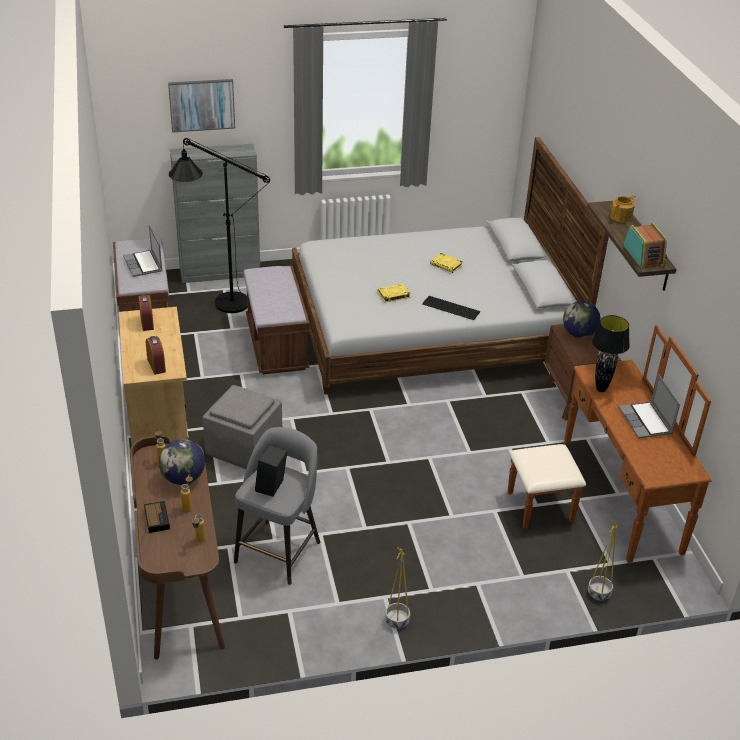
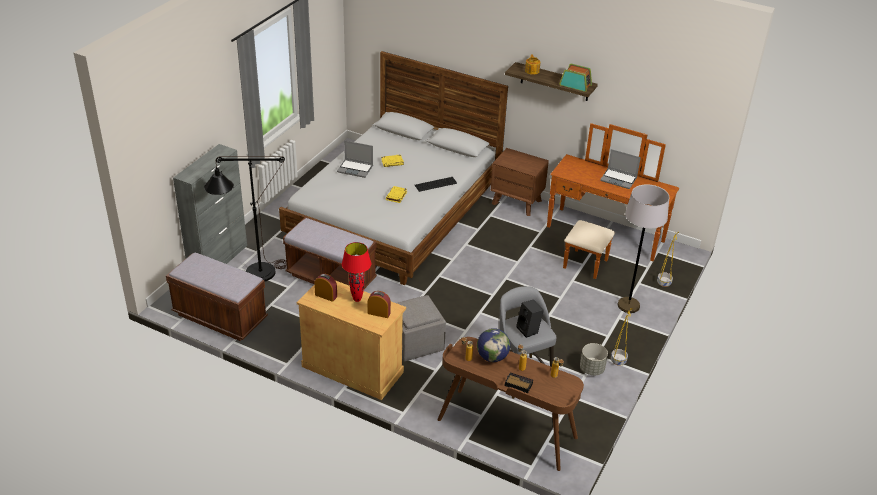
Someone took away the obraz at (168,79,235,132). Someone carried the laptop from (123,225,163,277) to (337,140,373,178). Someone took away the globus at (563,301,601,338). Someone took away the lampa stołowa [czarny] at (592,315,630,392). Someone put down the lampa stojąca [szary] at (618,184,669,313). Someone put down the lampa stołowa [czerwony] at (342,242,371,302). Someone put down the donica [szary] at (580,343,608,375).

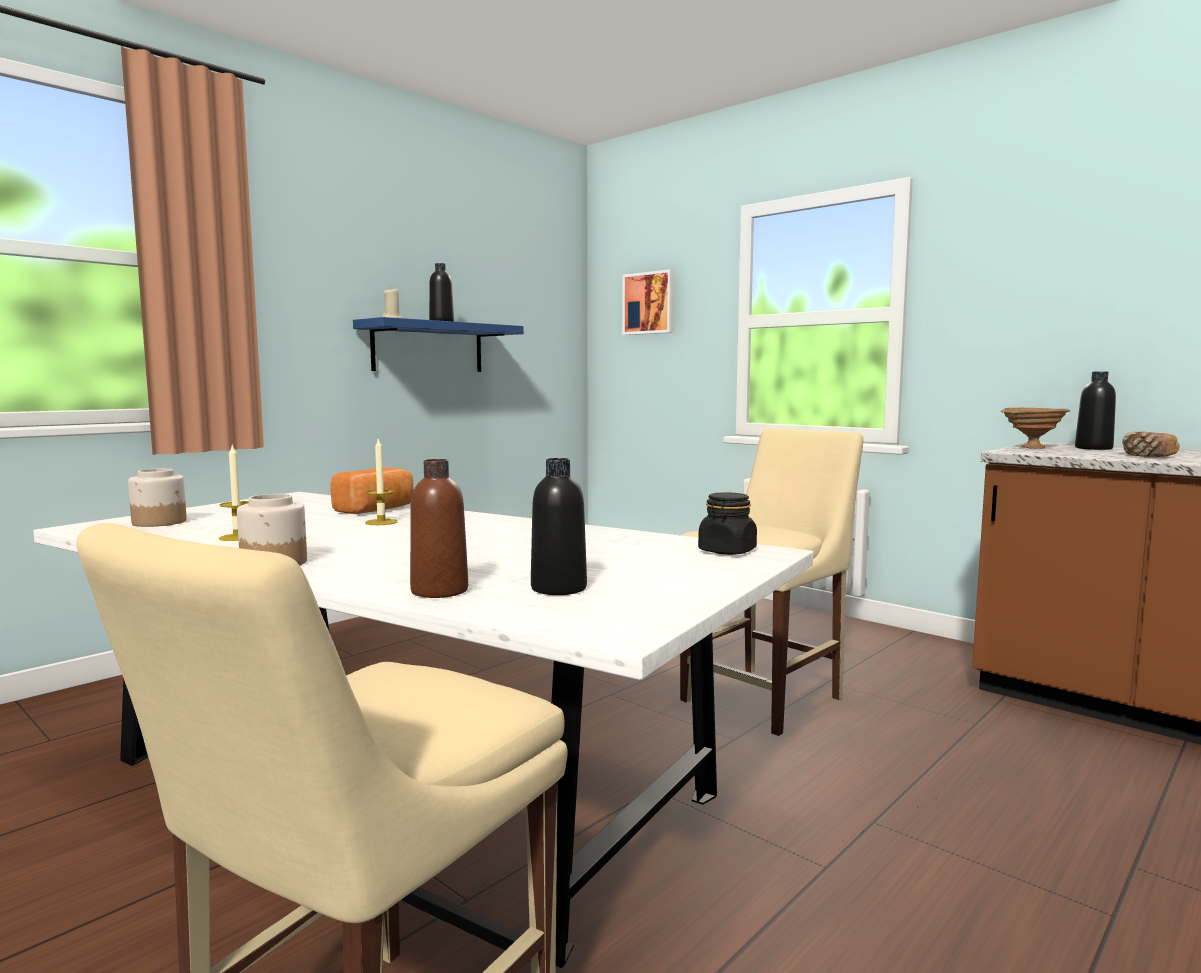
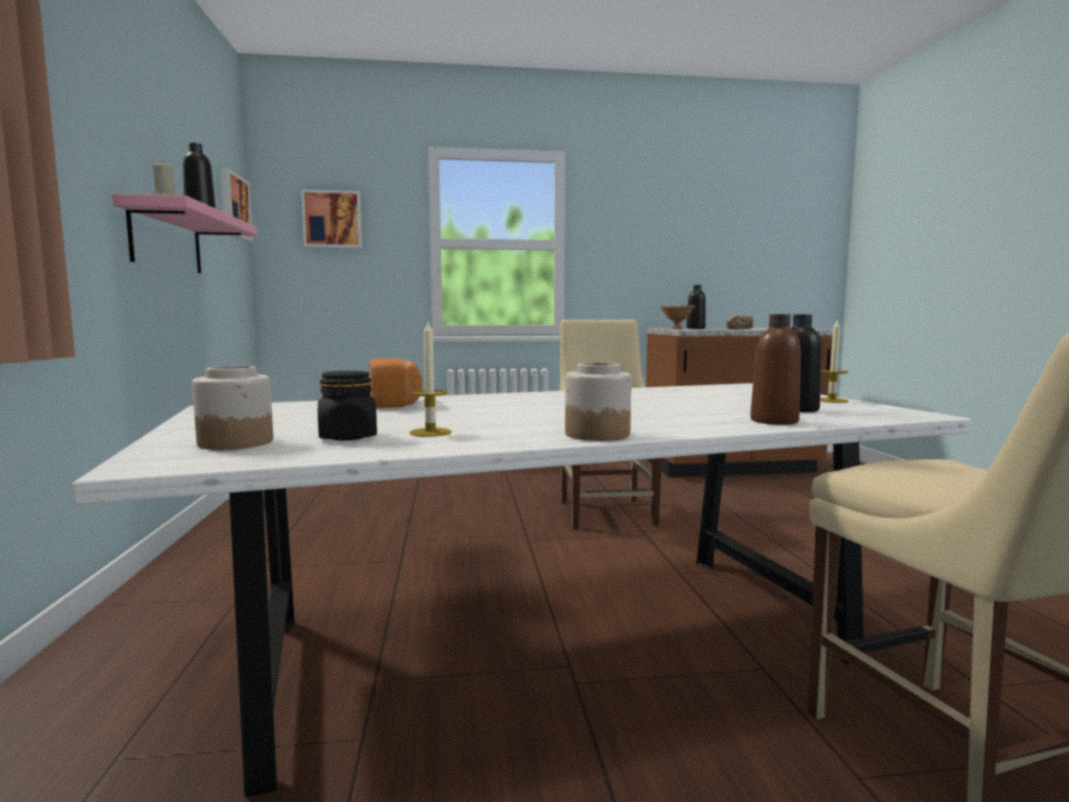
Someone repainted the półka [niebieski] at (353,317,524,372), which became the półka [różowy] at (112,194,257,273). Someone carried the świeca from (365,437,398,525) to (820,318,849,403). Someone carried the słoik [czarny] from (698,493,757,555) to (318,371,377,440). Someone put up the obraz at (220,169,253,241).

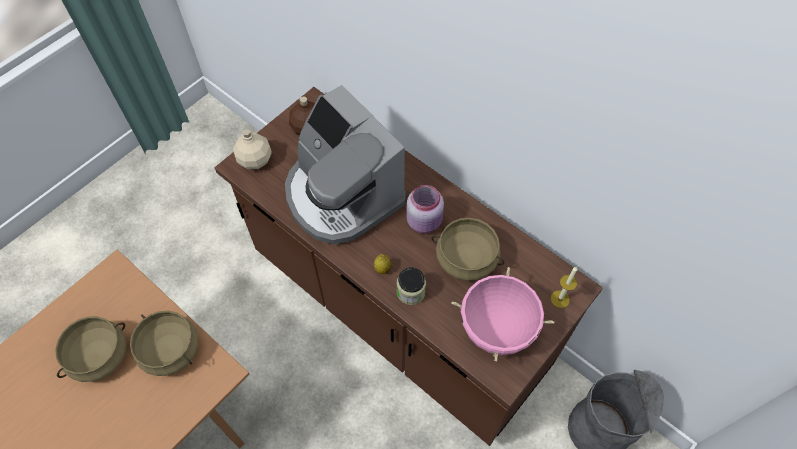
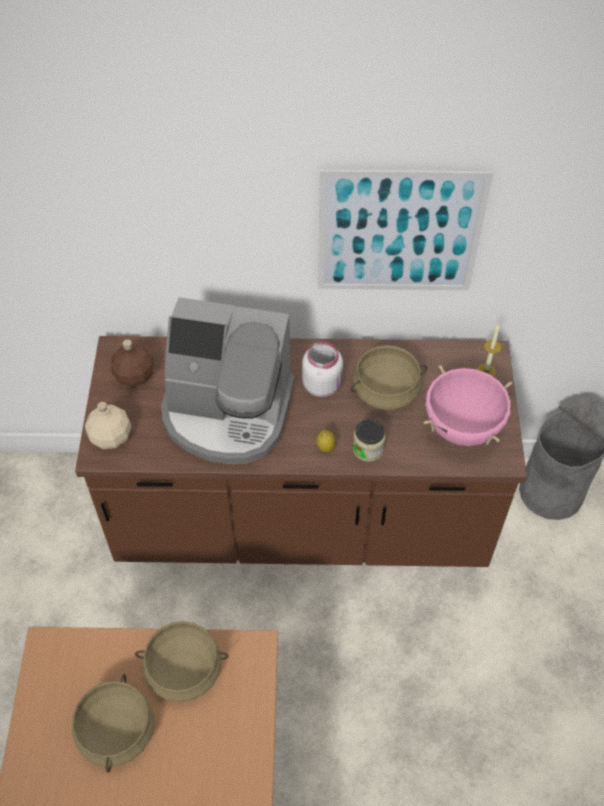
Someone repainted the słoik [różowy] at (406,185,444,234), which became the słoik [biały] at (302,342,343,397). Someone put up the obraz at (318,170,493,290).

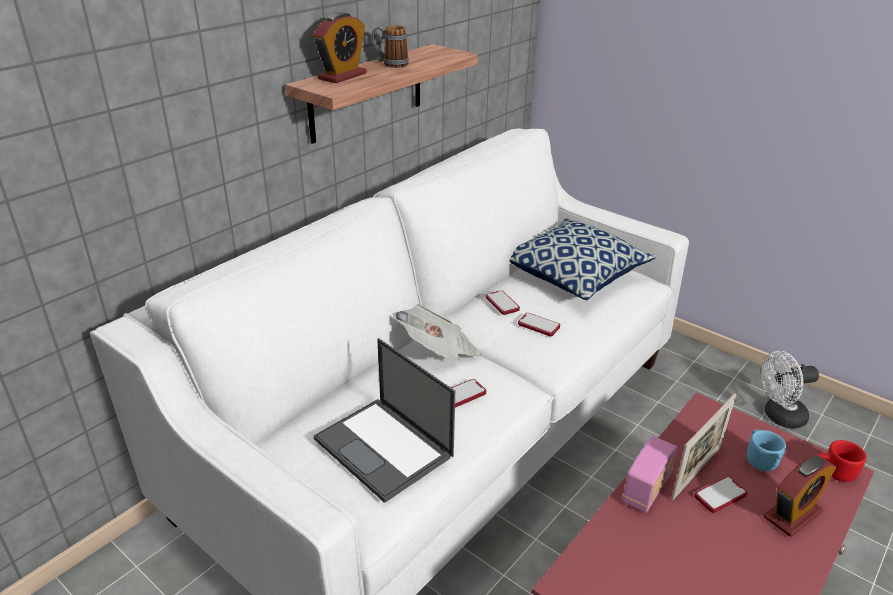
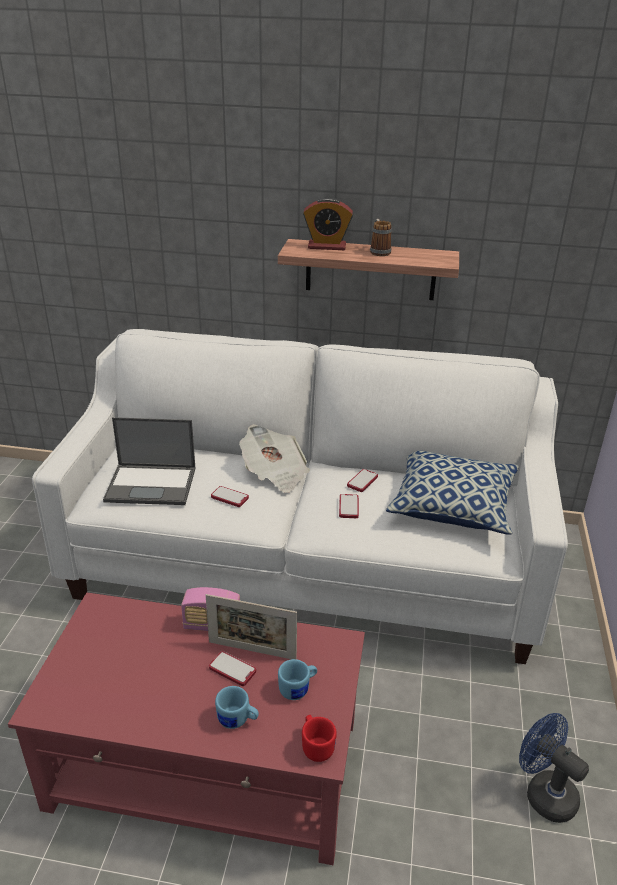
Someone rotated the laptop at (313,338,455,503) by 105 degrees counterclockwise. Someone repainted the wentylator [biały] at (761,351,819,428), which became the wentylator [niebieski] at (519,713,589,823). Someone swapped the budzik at (763,455,836,537) for the kubek [niebieski] at (215,686,259,729).

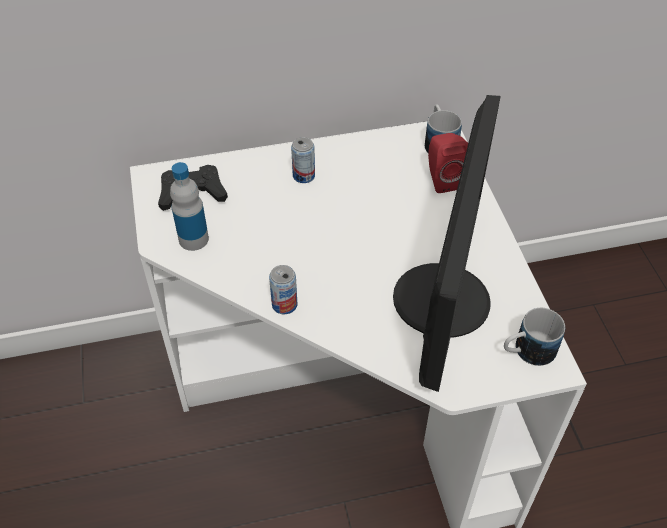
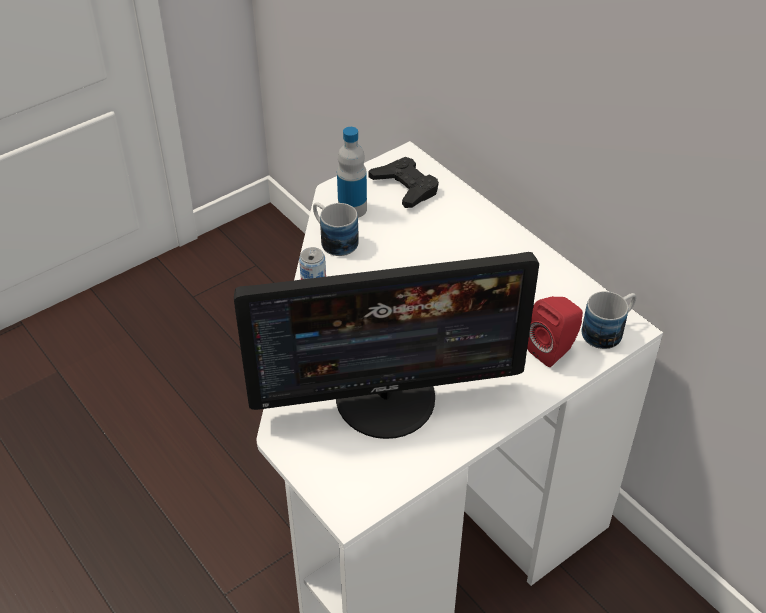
Someone took away the puszka at (291,137,315,183). Someone carried the kubek from (504,308,565,366) to (313,202,359,256).

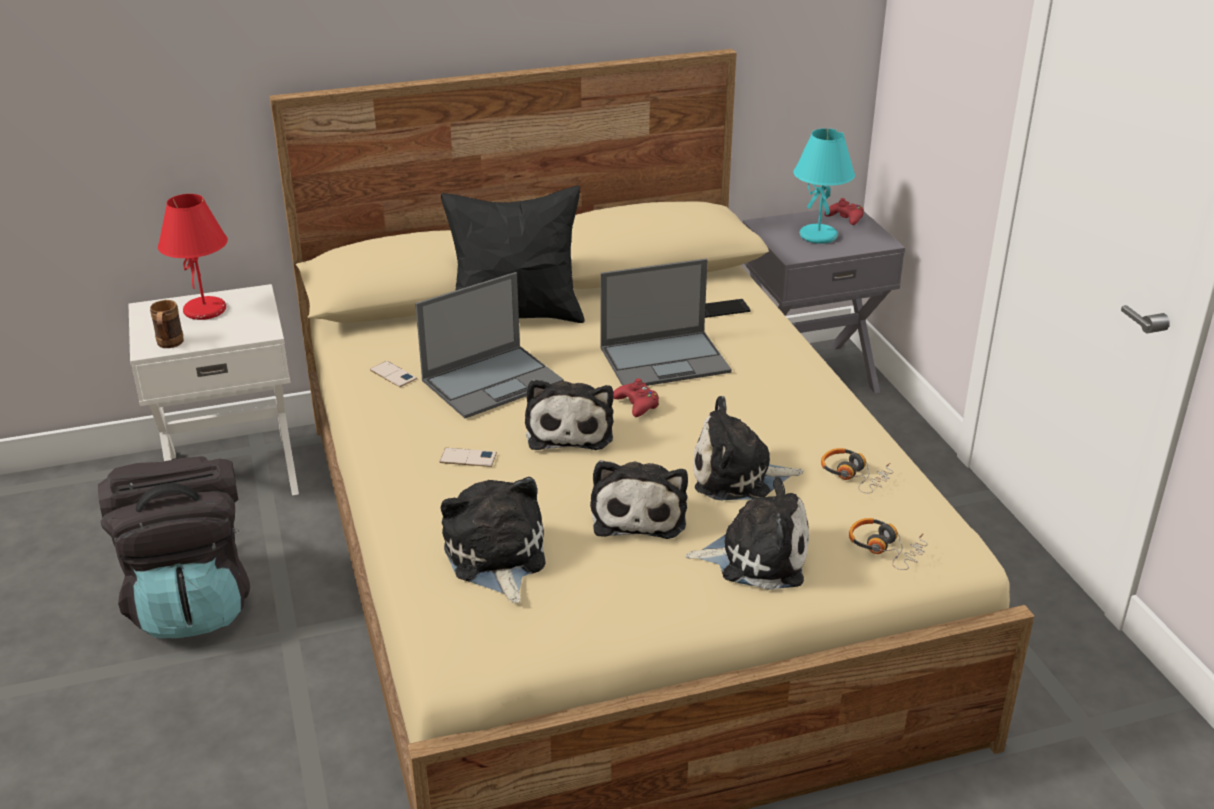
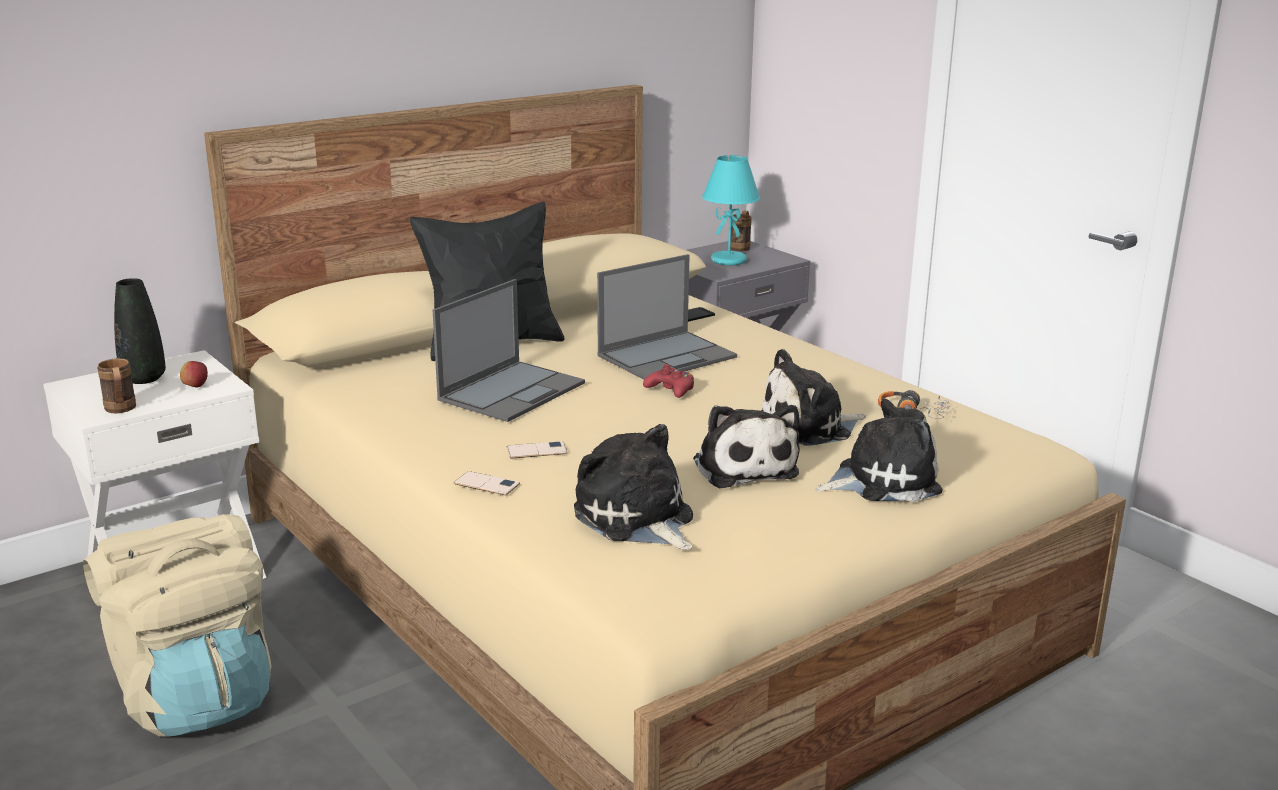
Someone swapped the lampa stołowa [czerwony] at (158,194,228,320) for the wazon [czarny] at (114,278,166,384). Someone swapped the pad do gier [czerwony] at (824,198,864,225) for the kubek [brązowy] at (730,211,752,251). Someone carried the telefon from (370,361,417,387) to (454,471,520,495). Someone took away the pluszak at (525,379,614,450). Someone repainted the plecak [czarny] at (98,456,250,638), which became the plecak [beżowy] at (83,514,272,737). Someone took away the słuchawki at (849,518,928,570). Someone put down the jabłko at (180,361,208,388).

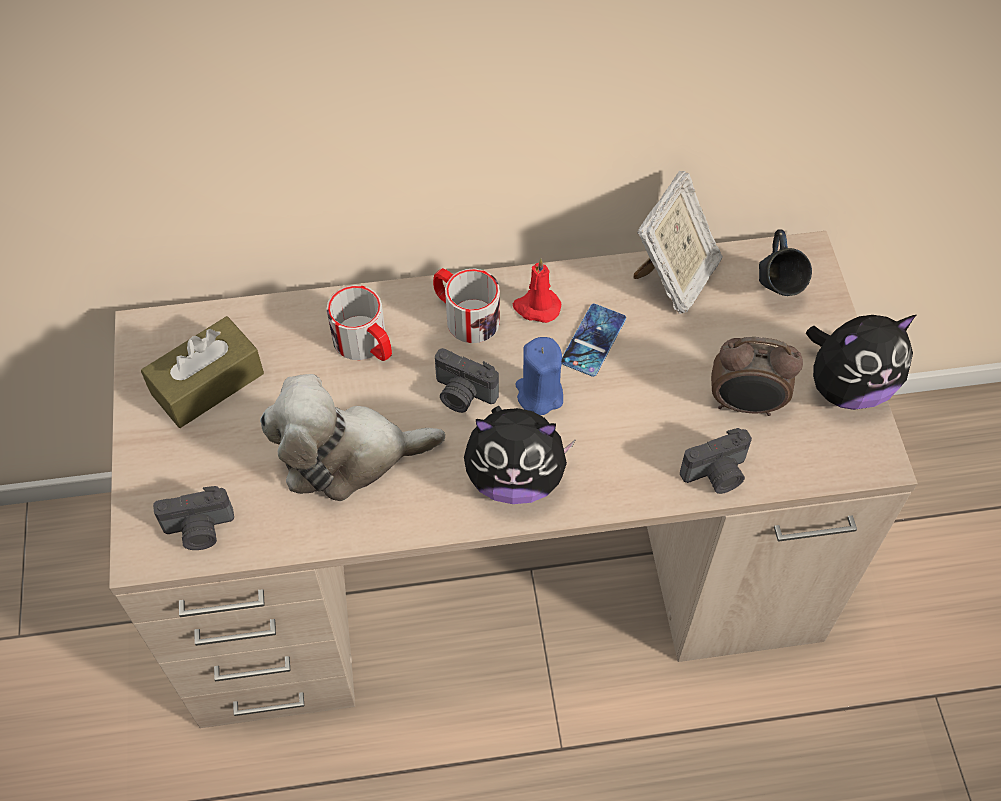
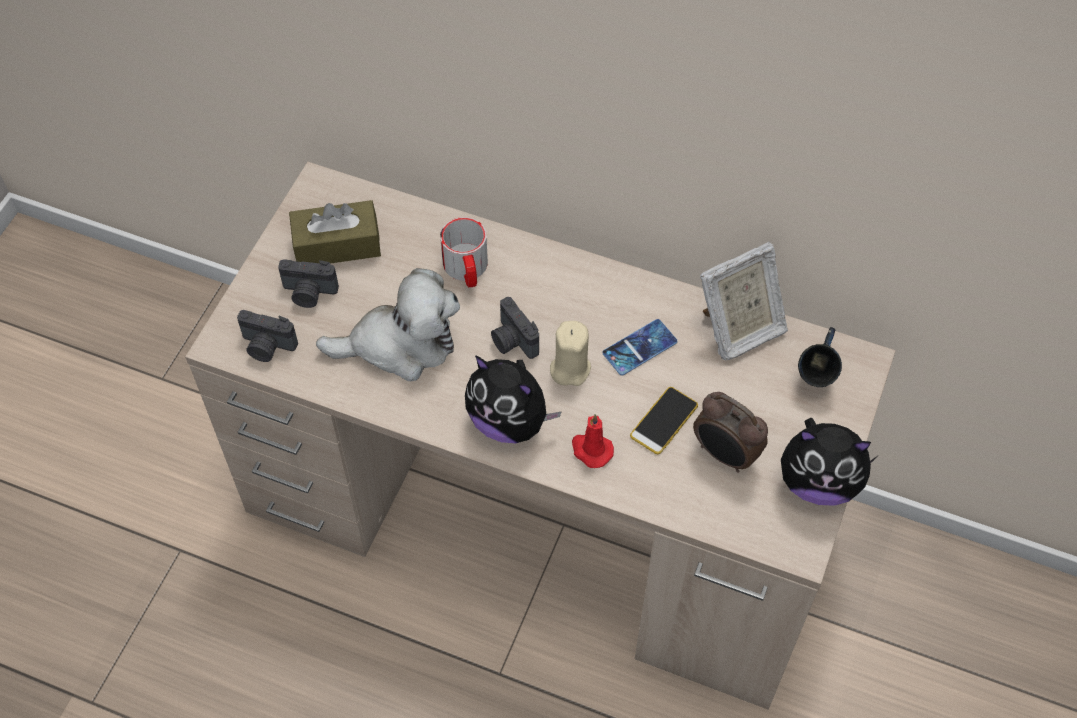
Someone carried the świeca [czerwony] from (513,258,561,323) to (572,414,614,468). Someone took away the kubek at (433,268,500,343). Someone repainted the świeca [niebieski] at (516,337,563,415), which became the świeca [beżowy] at (550,321,591,386). Someone rotated the pluszak at (260,374,445,501) by 150 degrees clockwise. Someone carried the aparat fotograficzny from (680,428,752,494) to (278,259,339,308). Someone put down the telefon at (630,387,698,454).

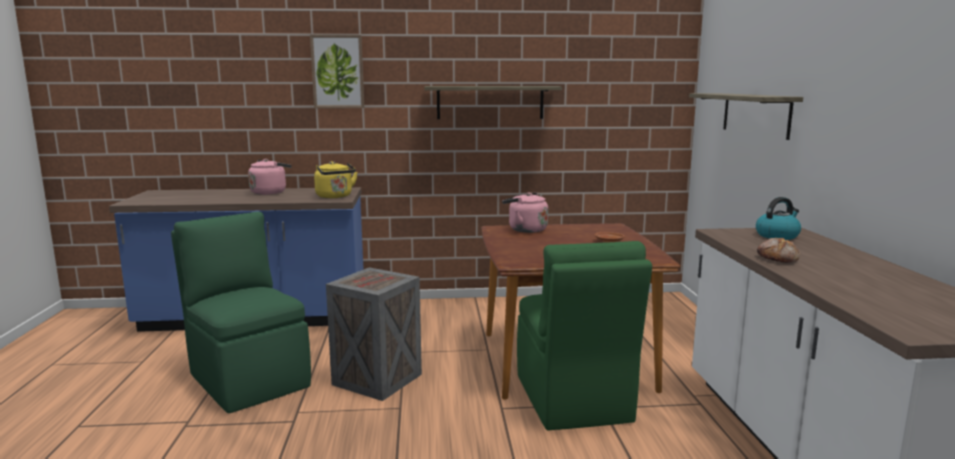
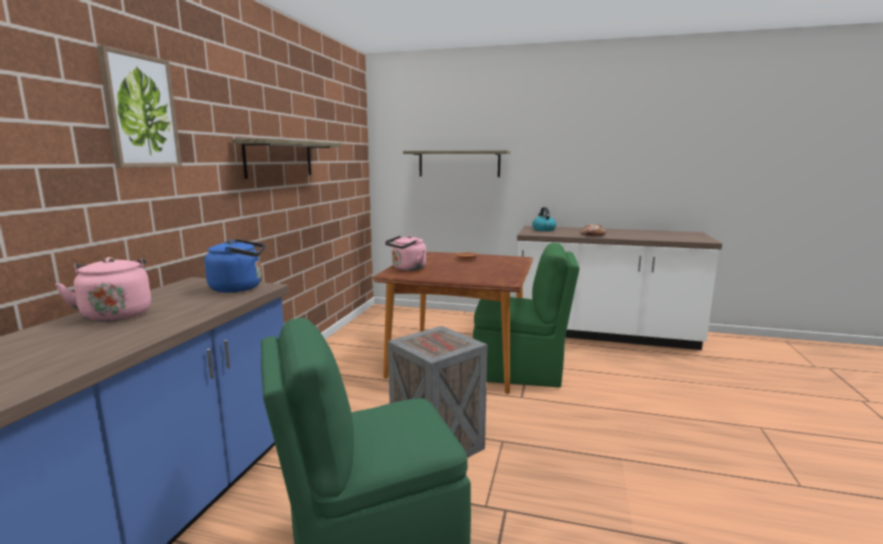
Someone repainted the czajnik [żółty] at (314,161,358,198), which became the czajnik [niebieski] at (204,239,265,293).

